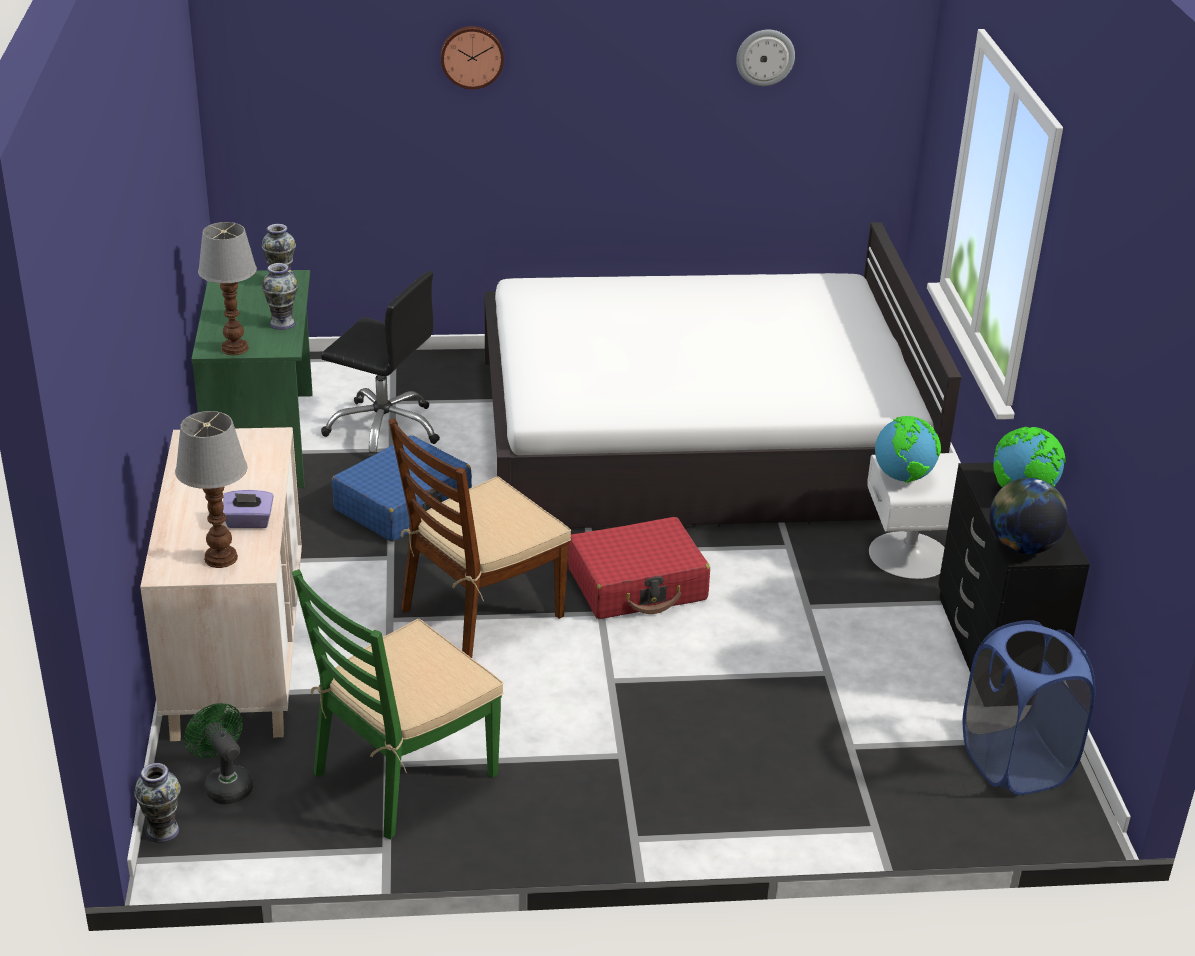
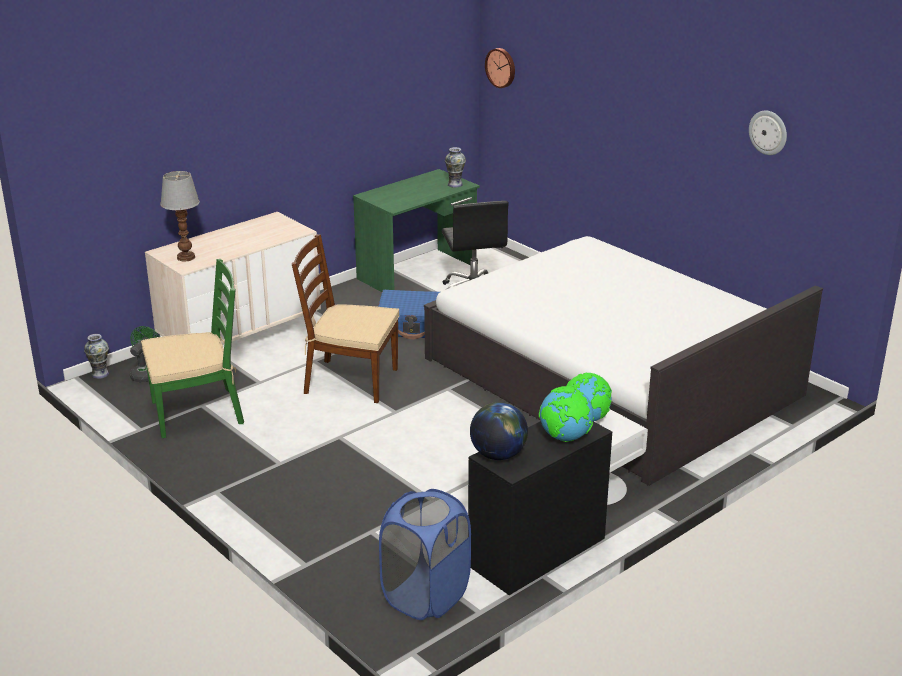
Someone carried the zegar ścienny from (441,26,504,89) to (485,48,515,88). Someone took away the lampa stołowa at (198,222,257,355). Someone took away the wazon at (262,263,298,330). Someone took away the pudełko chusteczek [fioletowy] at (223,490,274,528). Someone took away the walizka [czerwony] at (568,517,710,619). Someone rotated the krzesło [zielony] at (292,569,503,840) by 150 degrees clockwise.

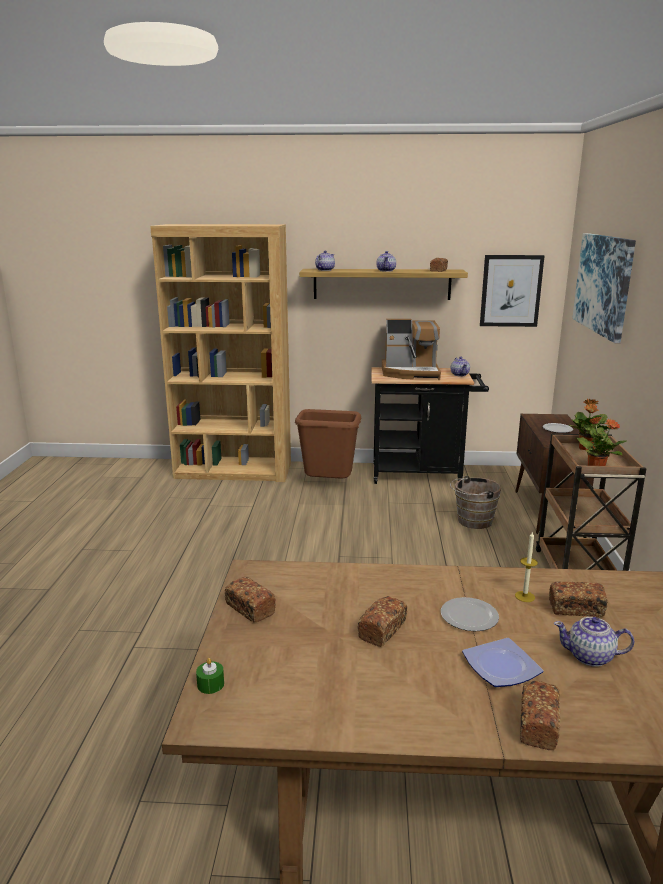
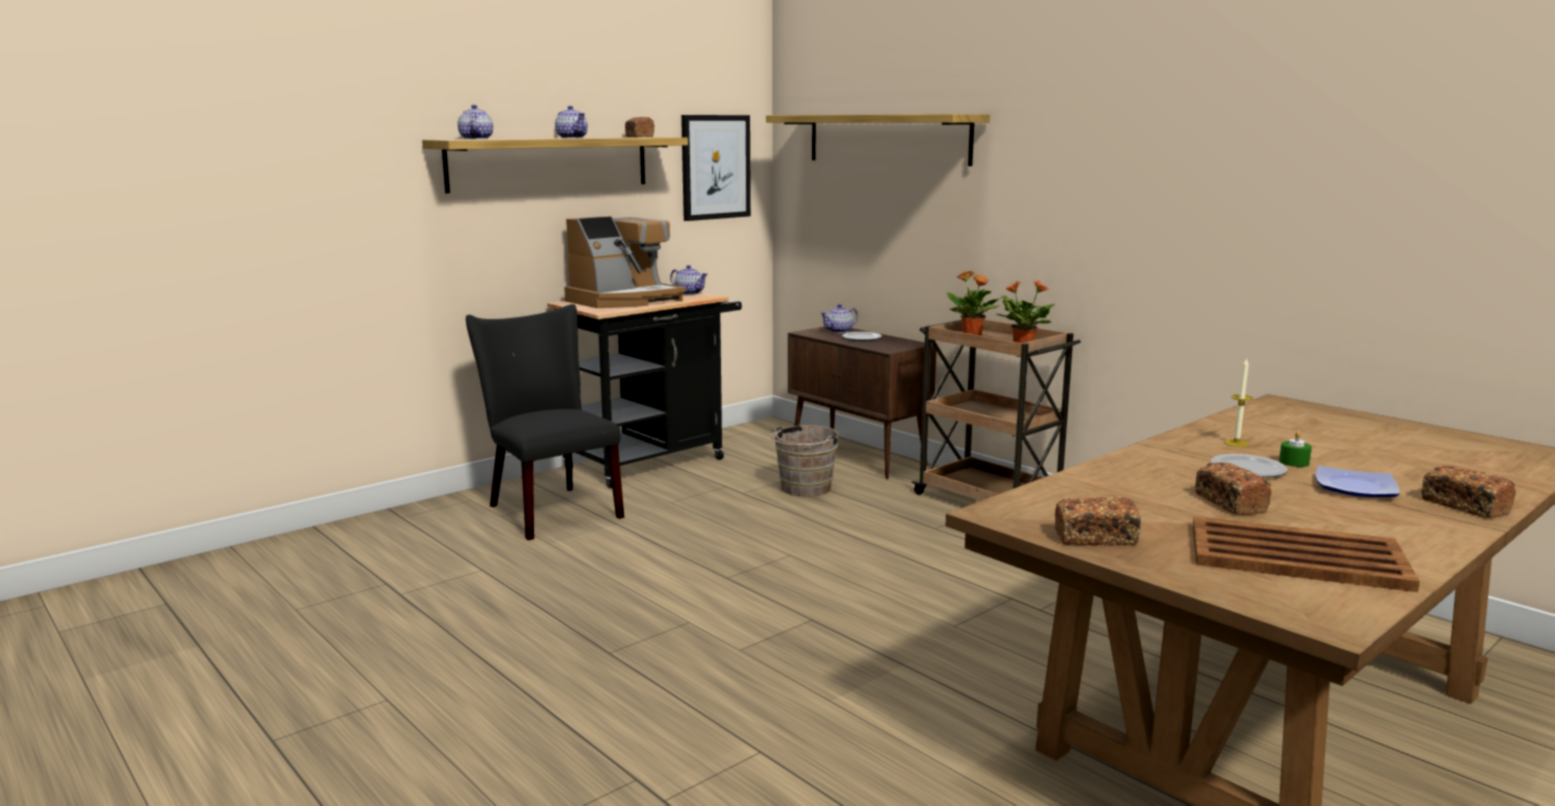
Someone took away the regał [brązowy] at (150,224,291,482). Someone swapped the obraz at (572,233,636,343) for the półka at (766,114,990,166). Someone swapped the kosz na śmieci [brązowy] at (295,409,361,478) for the krzesło [czarny] at (466,304,624,540). Someone took away the chleb at (549,582,607,617). Someone carried the imbryk from (554,617,634,667) to (820,304,858,333). Someone carried the świeca [zielony] from (196,658,224,694) to (1279,431,1312,467). Someone put down the taca [brązowy] at (1193,516,1420,592).

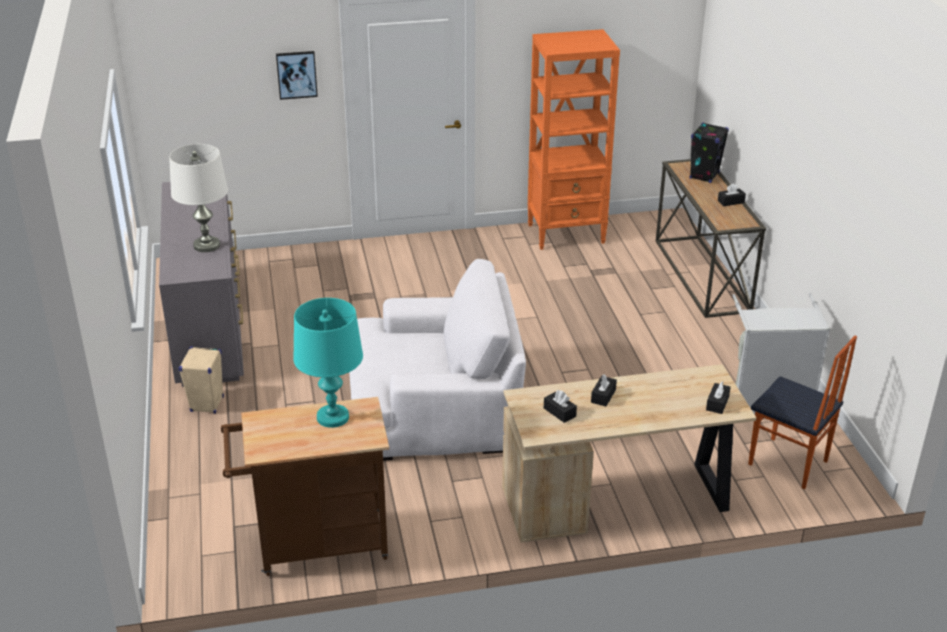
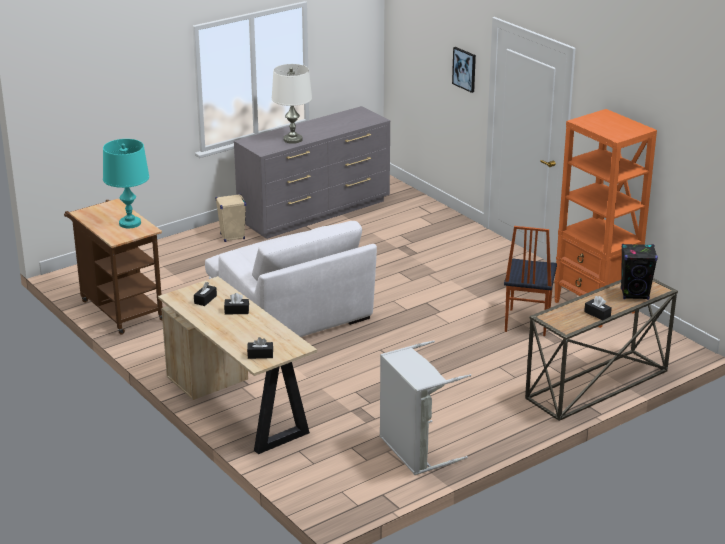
Someone carried the krzesło from (748,336,857,489) to (504,226,557,336).

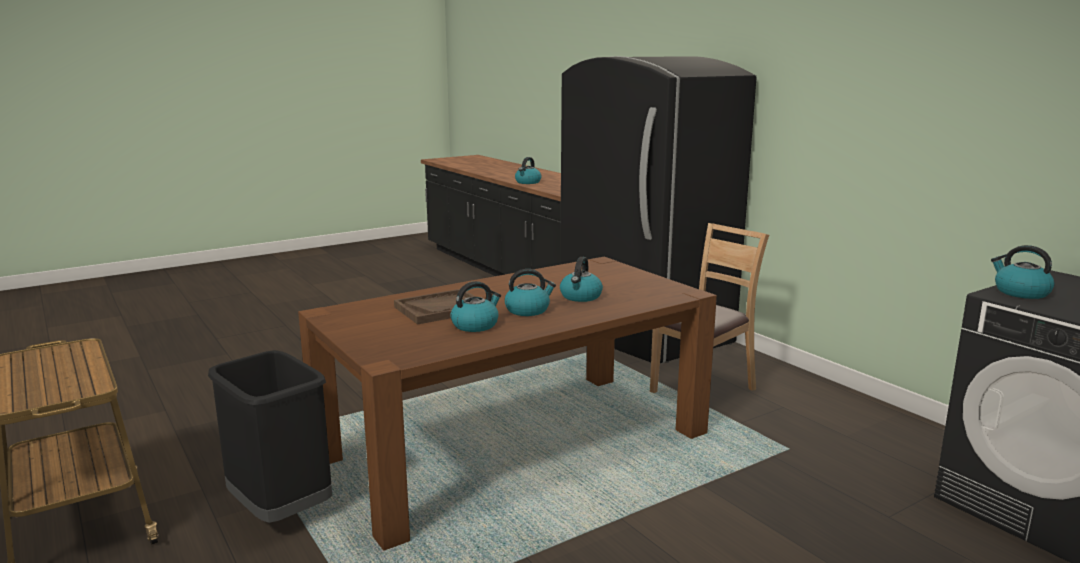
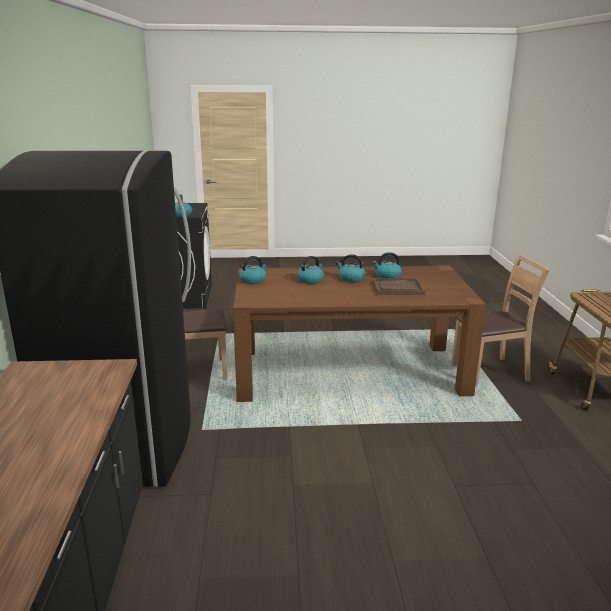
Someone carried the czajnik from (515,157,541,184) to (239,256,268,284). Someone swapped the kosz na śmieci [czarny] at (208,350,332,523) for the krzesło [brązowy] at (452,255,550,386).

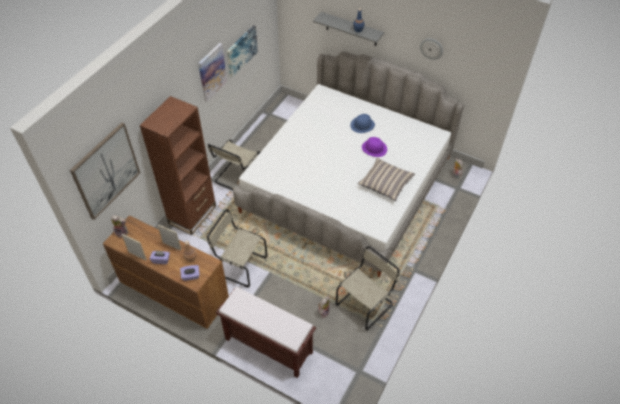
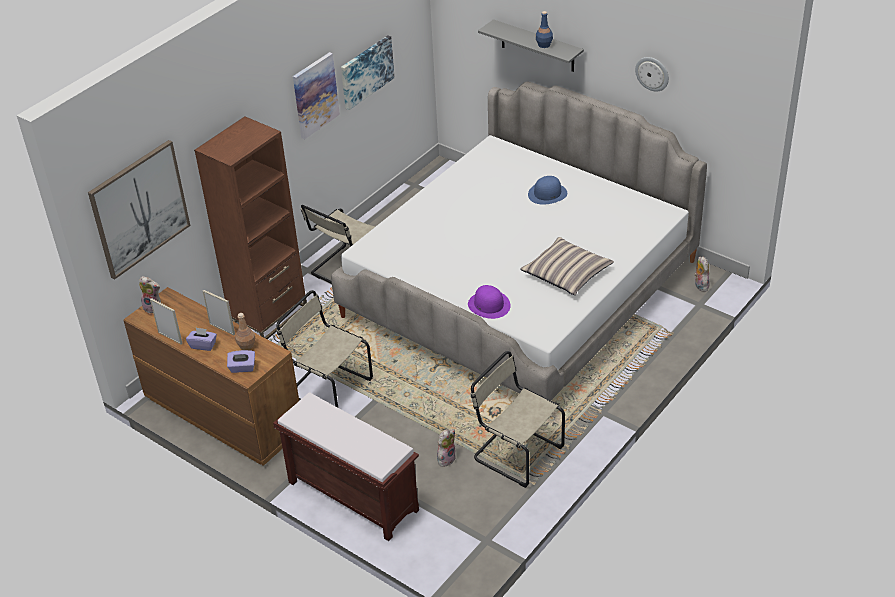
Someone carried the kapelusz [fioletowy] from (362,137,387,157) to (468,285,511,319). Someone rotated the krzesło [beżowy] at (336,246,400,331) by 105 degrees counterclockwise.

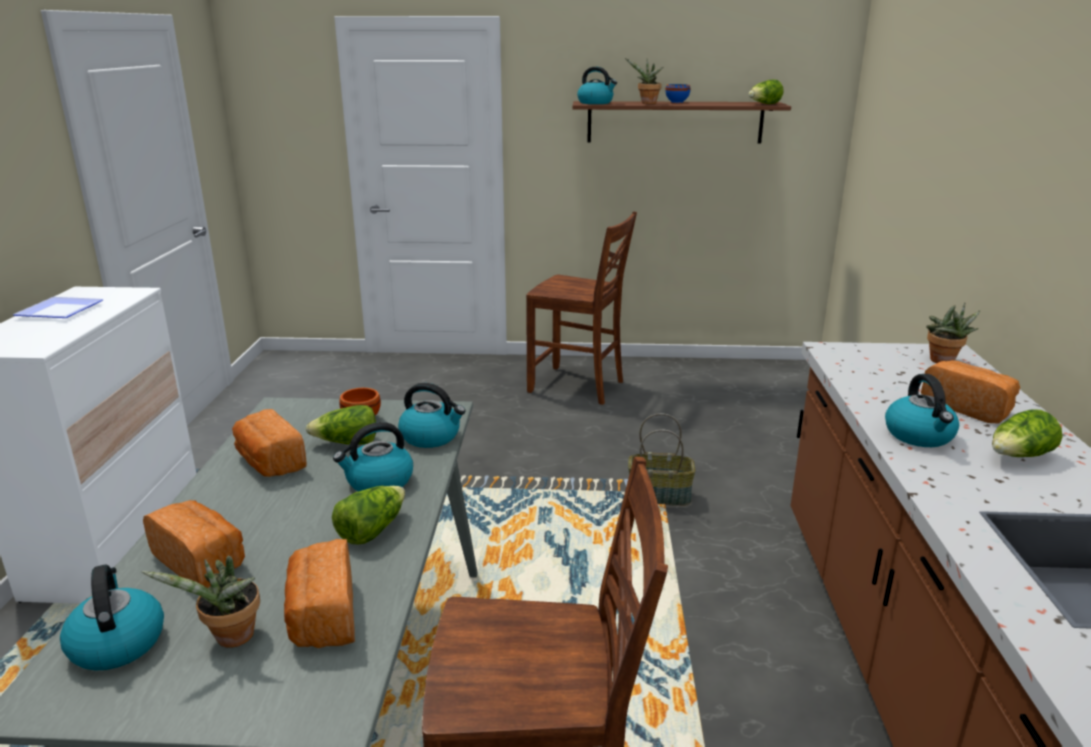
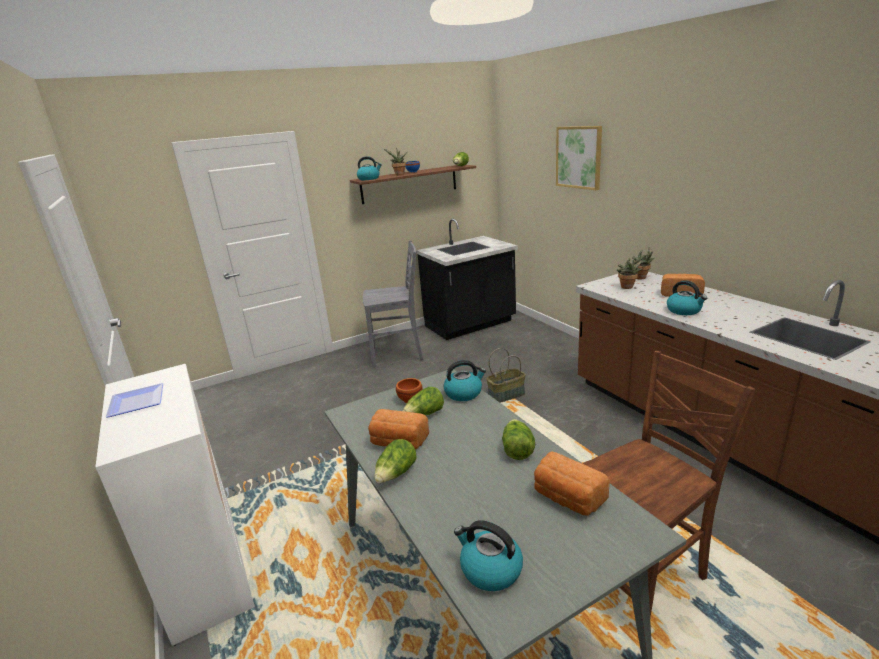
Someone repainted the krzesło [brązowy] at (526,211,637,405), which became the krzesło [szary] at (363,241,424,368). Someone carried the sałata from (992,409,1063,457) to (374,439,417,483). Someone took away the czajnik at (333,422,413,491). Someone took away the chleb at (143,500,245,588). Someone carried the roślina doniczkowa from (141,555,260,648) to (617,256,643,289). Someone put up the obraz at (556,126,602,190). Someone put down the zabudowa kuchenna [czarny] at (416,219,518,340).

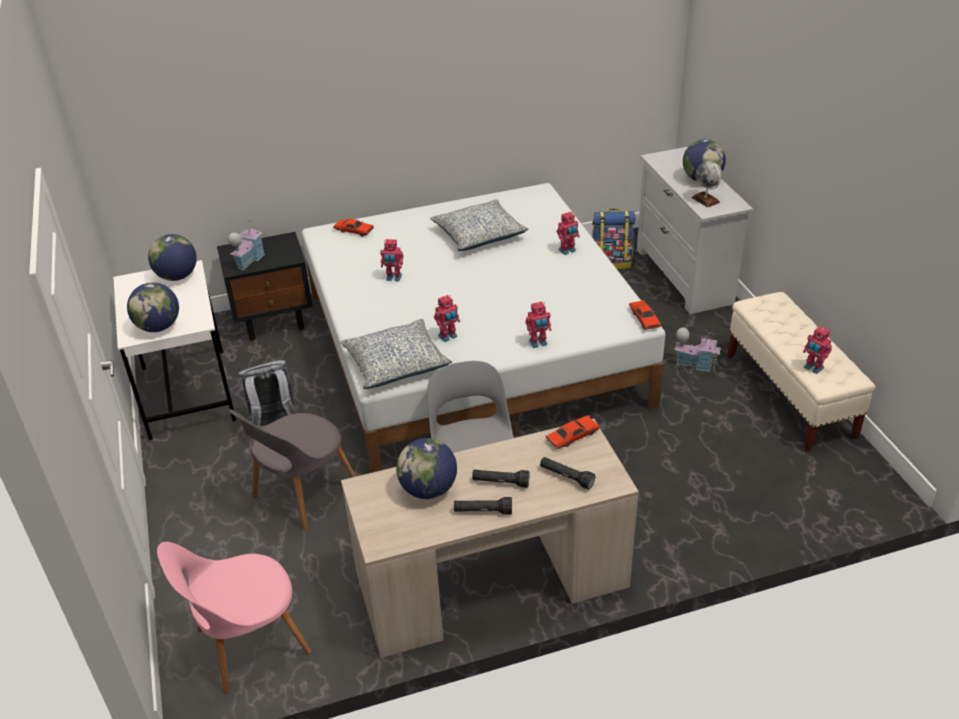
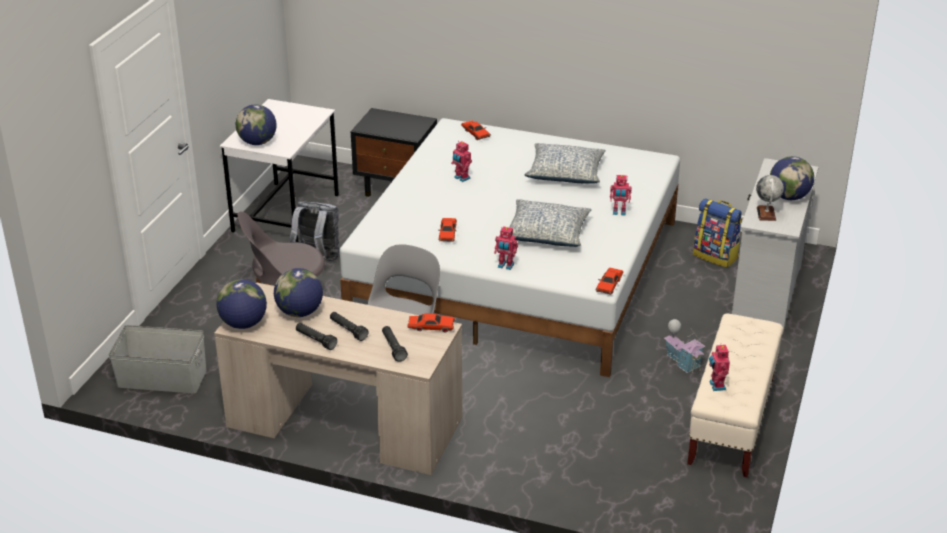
Someone took away the domek at (228,220,265,270). Someone carried the globus from (148,234,197,281) to (216,279,267,329). Someone swapped the robot zabawkowy at (434,295,460,342) for the samochodzik [czerwony] at (438,218,457,242). Someone carried the poduszka from (340,319,452,389) to (509,199,592,247). Someone swapped the krzesło [różowy] at (157,542,312,694) for the pojemnik do przechowywania [szary] at (109,325,206,394).

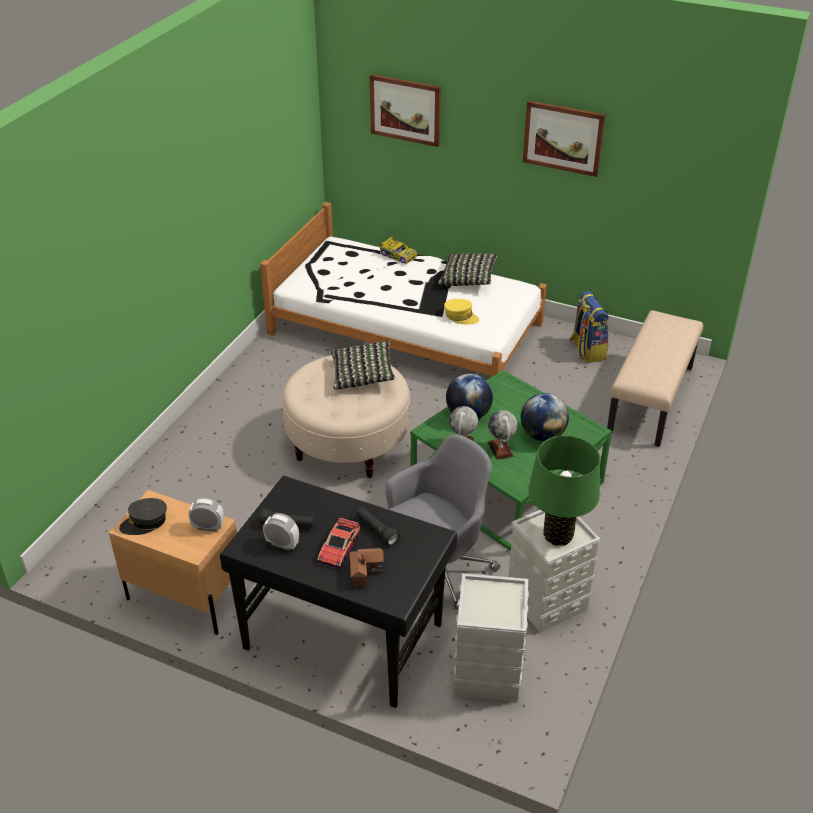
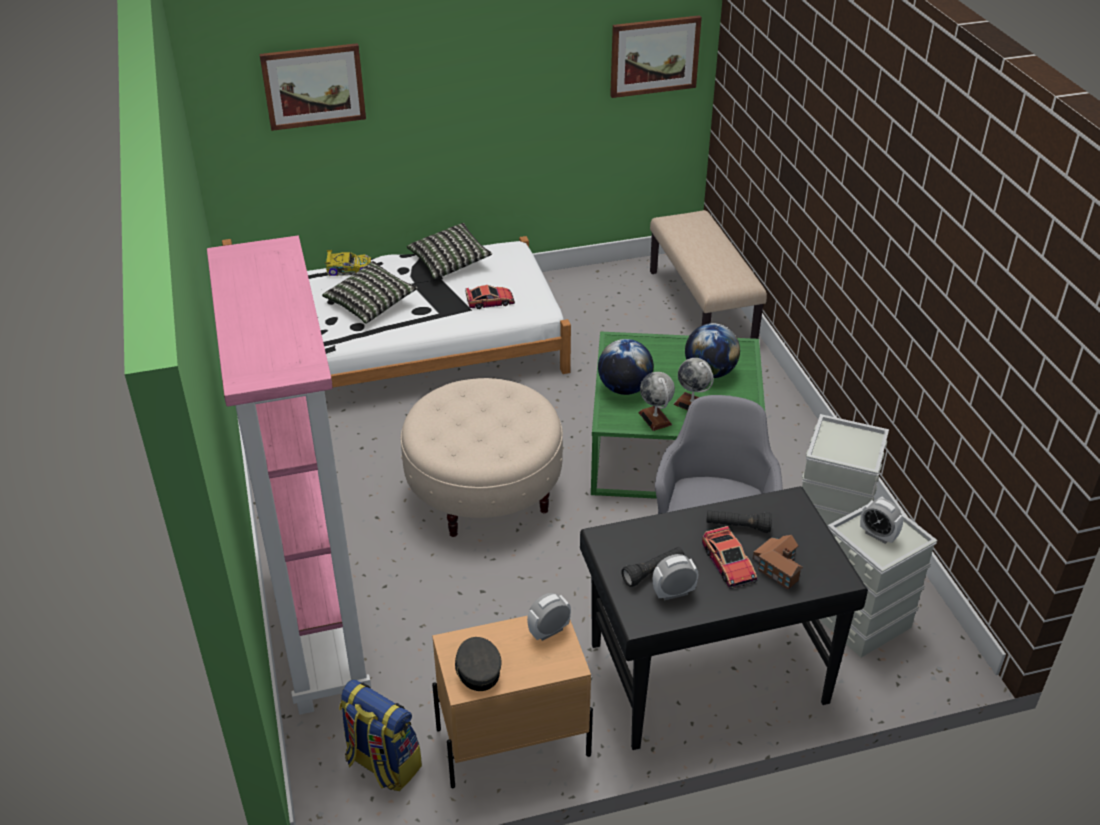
Someone carried the obraz from (523,101,606,177) to (610,15,702,98). Someone carried the plecak from (570,291,609,363) to (339,679,422,791). Someone swapped the czapka z daszkiem [żółty] at (444,299,479,324) for the samochodzik at (466,285,515,309). Someone carried the poduszka from (331,341,395,389) to (322,261,418,324). Someone took away the lampa stołowa [zielony] at (528,435,600,546). Someone rotated the czapka z daszkiem [szary] at (119,498,167,535) by 135 degrees clockwise. Someone put down the regał [różowy] at (207,236,371,715). Someone put down the budzik at (860,499,903,544).

